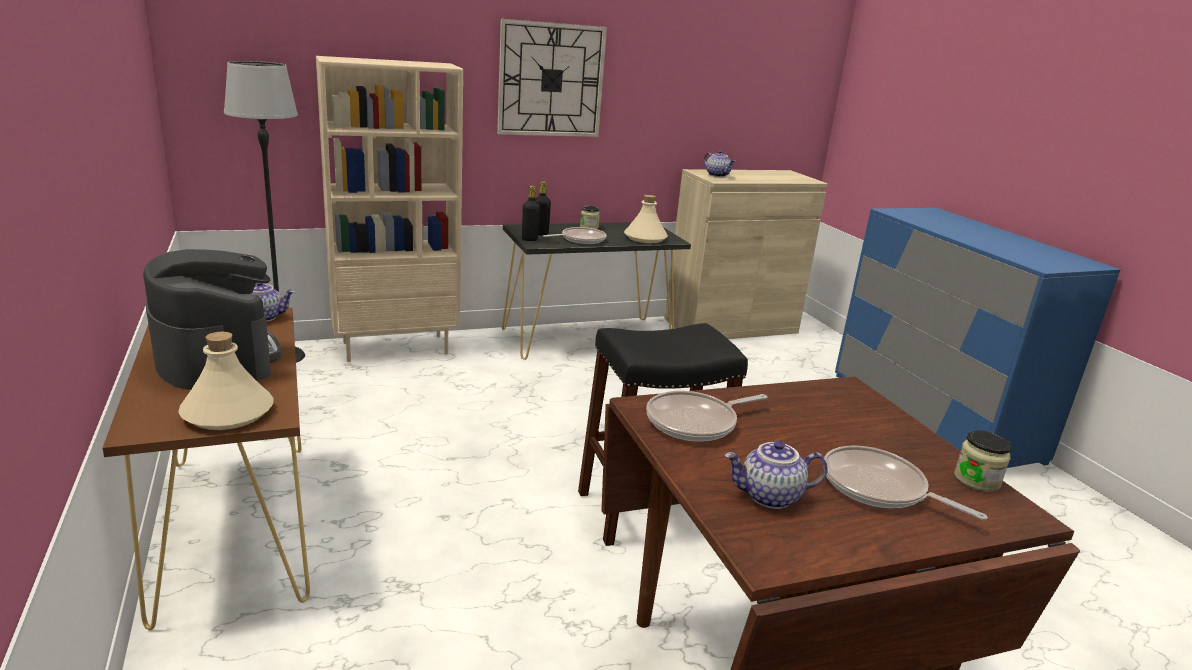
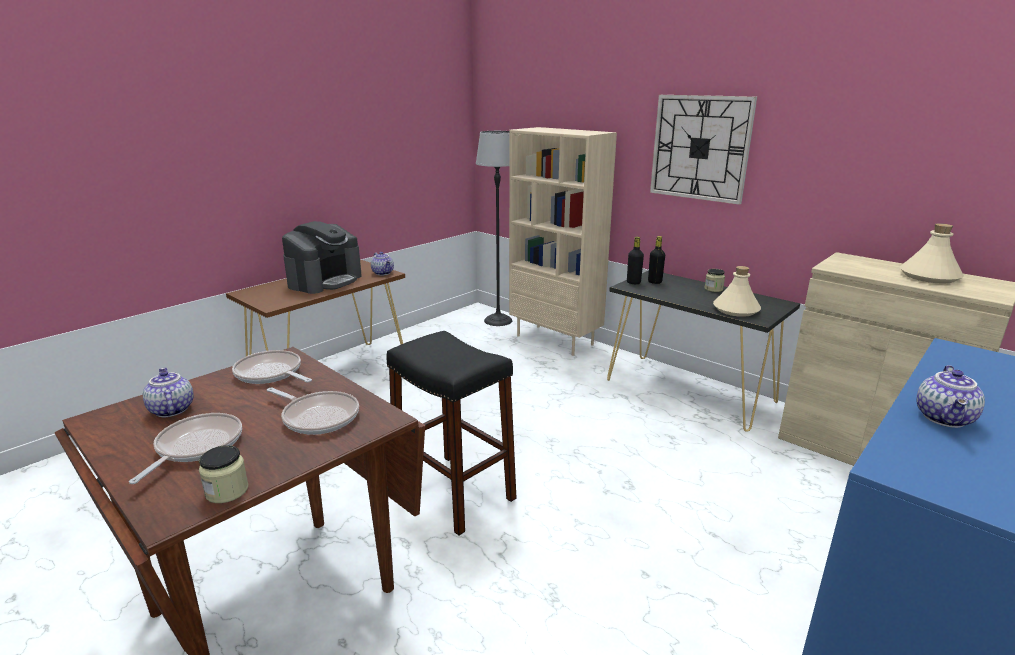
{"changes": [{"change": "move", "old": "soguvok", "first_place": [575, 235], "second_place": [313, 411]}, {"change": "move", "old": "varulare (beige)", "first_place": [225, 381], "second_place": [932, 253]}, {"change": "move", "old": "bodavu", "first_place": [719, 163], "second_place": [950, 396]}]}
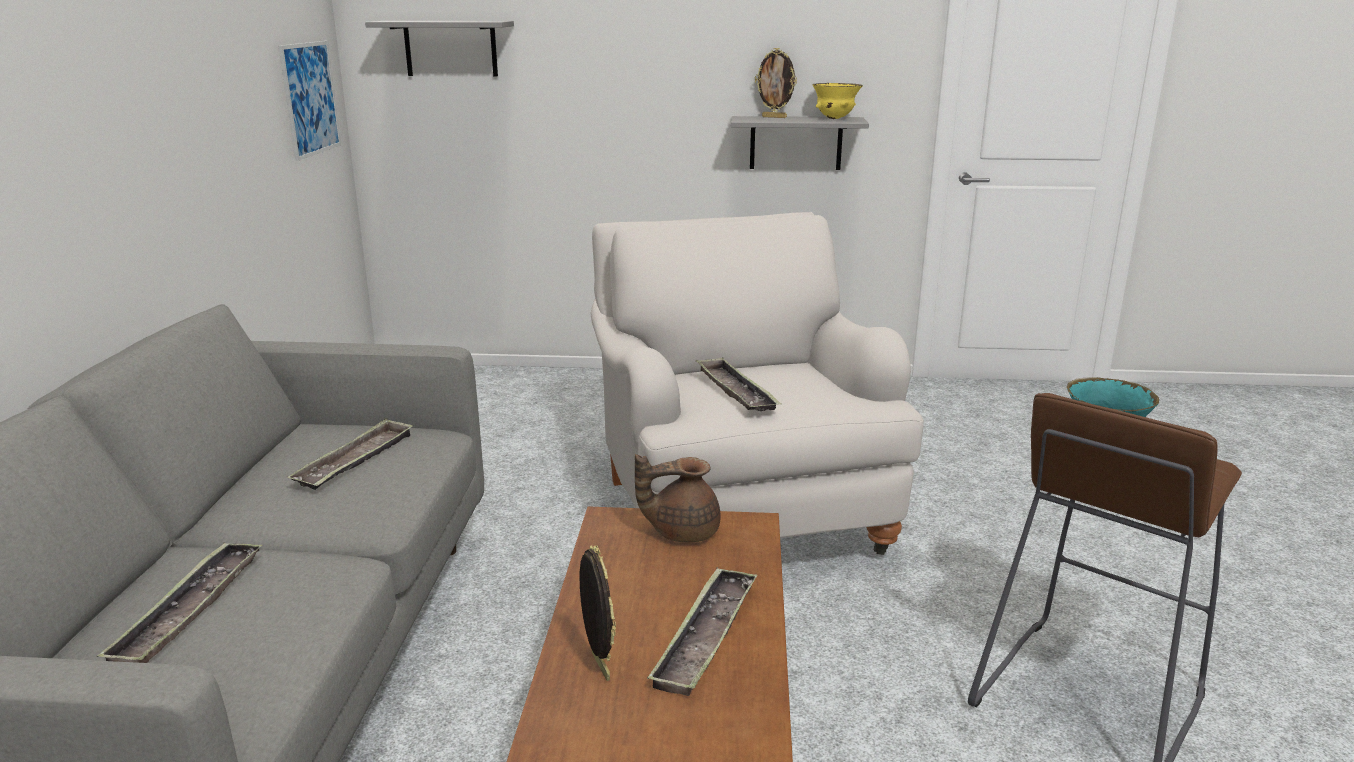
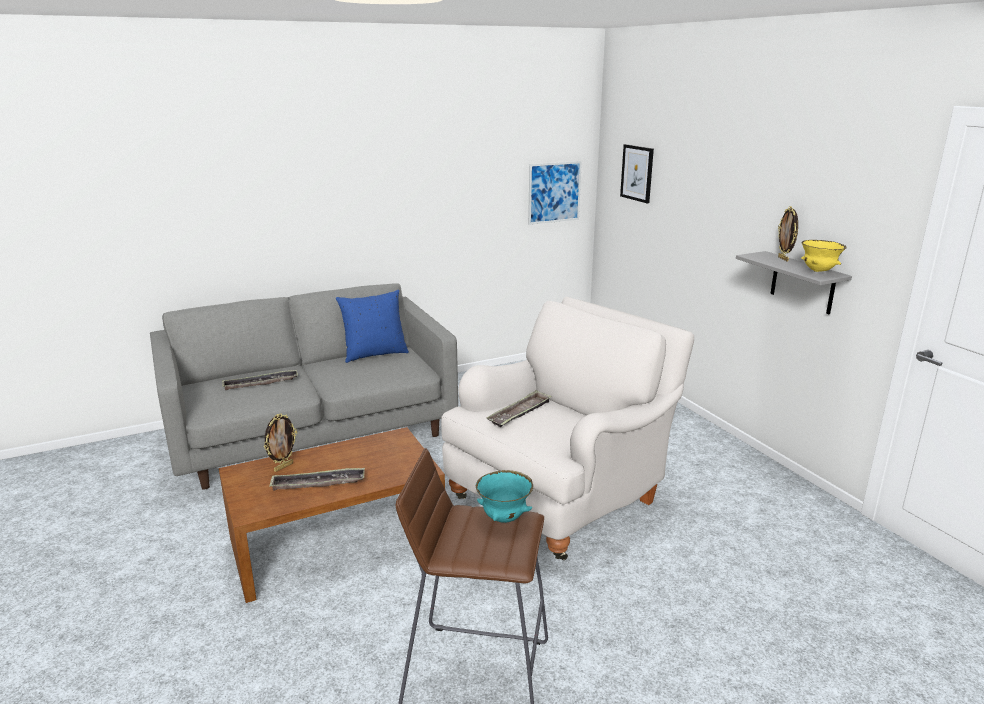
{"changes": [{"change": "insert", "new": "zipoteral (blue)", "second_place": [372, 326]}, {"change": "replace", "old": "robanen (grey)", "new": "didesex", "first_place": [439, 48], "second_place": [637, 173]}, {"change": "delete", "old": "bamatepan", "first_place": [350, 454]}, {"change": "delete", "old": "bodavu (brown)", "first_place": [678, 498]}]}
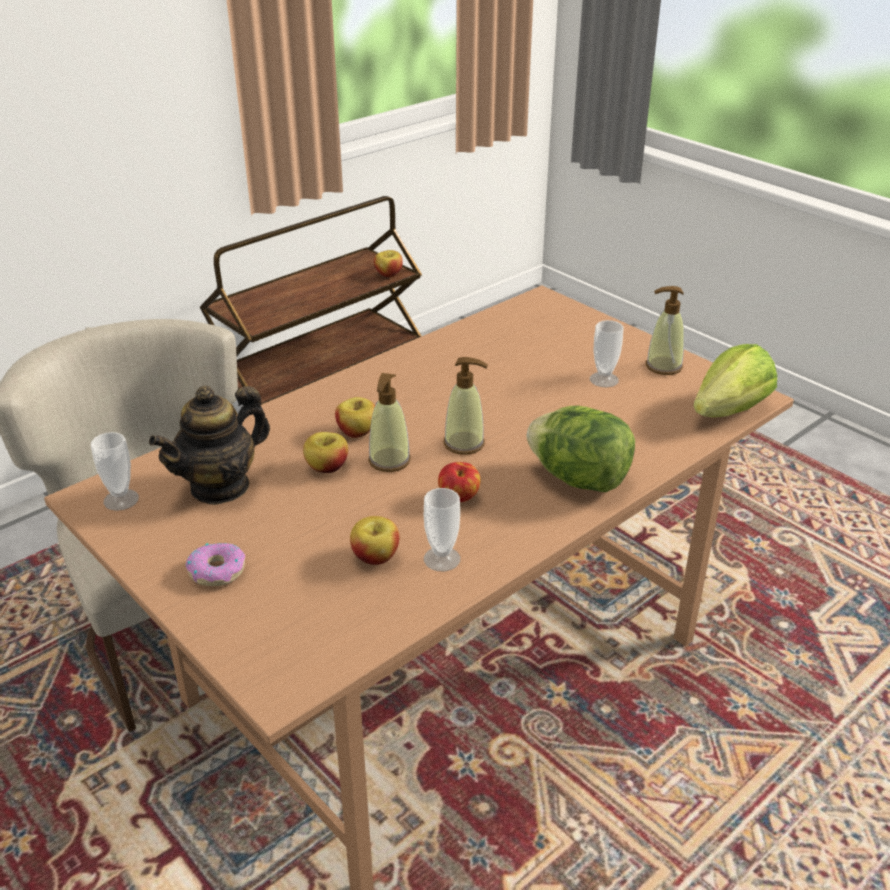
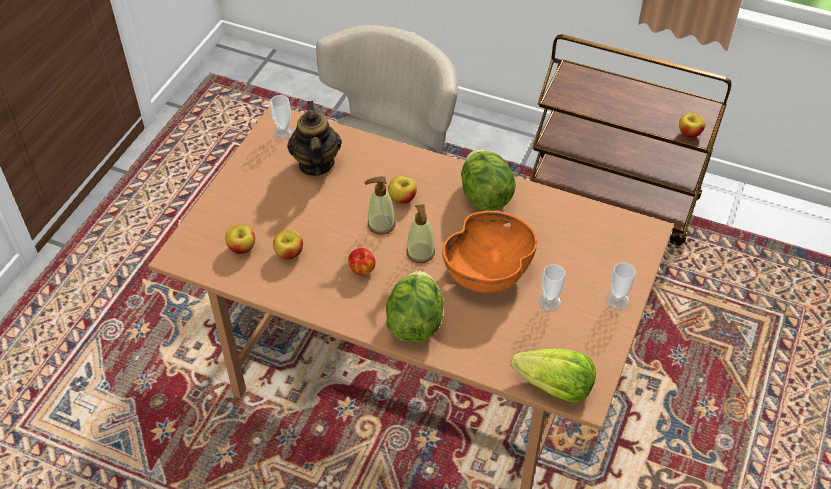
{"changes": [{"change": "move", "old": "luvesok", "first_place": [325, 452], "second_place": [240, 239]}, {"change": "rotate", "old": "bodavu", "first_place": [209, 445], "second_place": [314, 138], "degrees": 60}, {"change": "insert", "new": "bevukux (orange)", "second_place": [489, 252]}, {"change": "insert", "new": "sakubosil", "second_place": [488, 180]}, {"change": "move", "old": "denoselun", "first_place": [442, 529], "second_place": [621, 286]}, {"change": "delete", "old": "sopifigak", "first_place": [215, 564]}, {"change": "delete", "old": "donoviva", "first_place": [665, 330]}]}
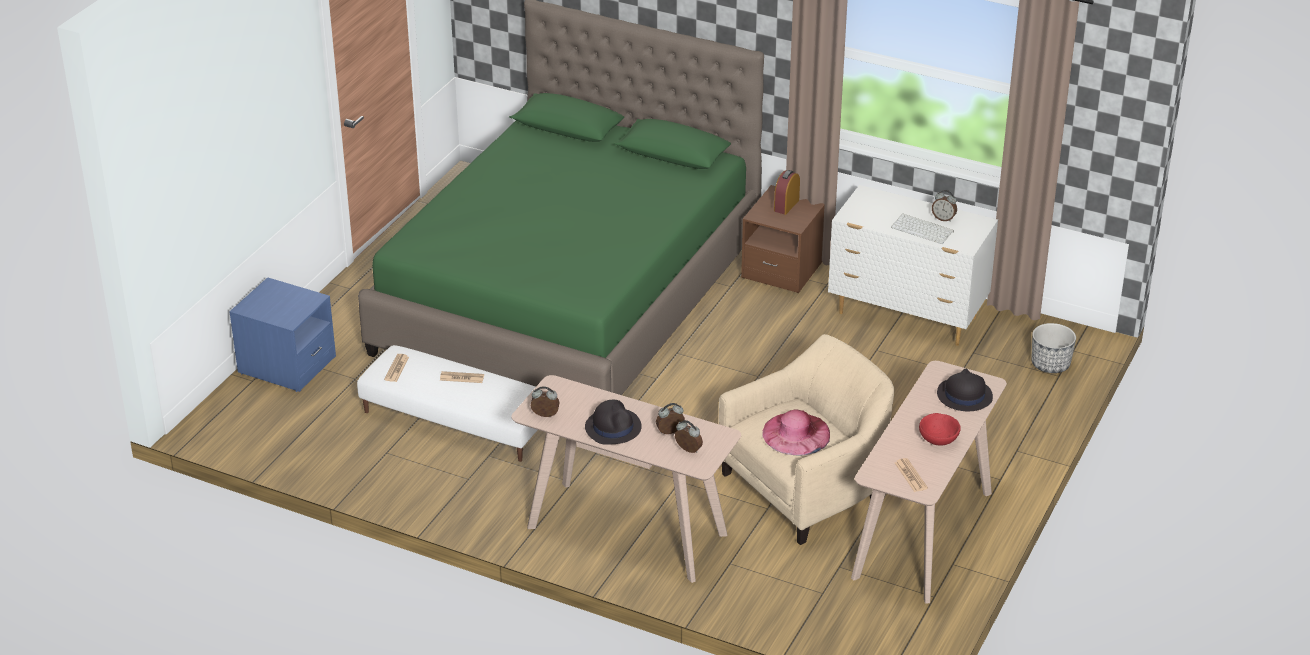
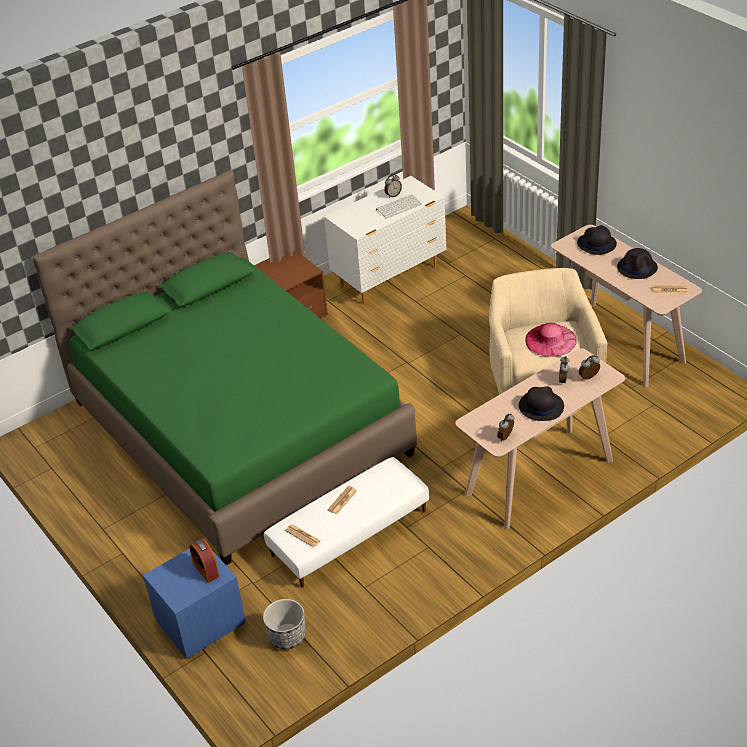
{"changes": [{"change": "move", "old": "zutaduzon", "first_place": [787, 192], "second_place": [204, 560]}, {"change": "move", "old": "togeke", "first_place": [1053, 348], "second_place": [284, 624]}, {"change": "replace", "old": "bevukux (red)", "new": "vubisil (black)", "first_place": [940, 429], "second_place": [637, 263]}]}
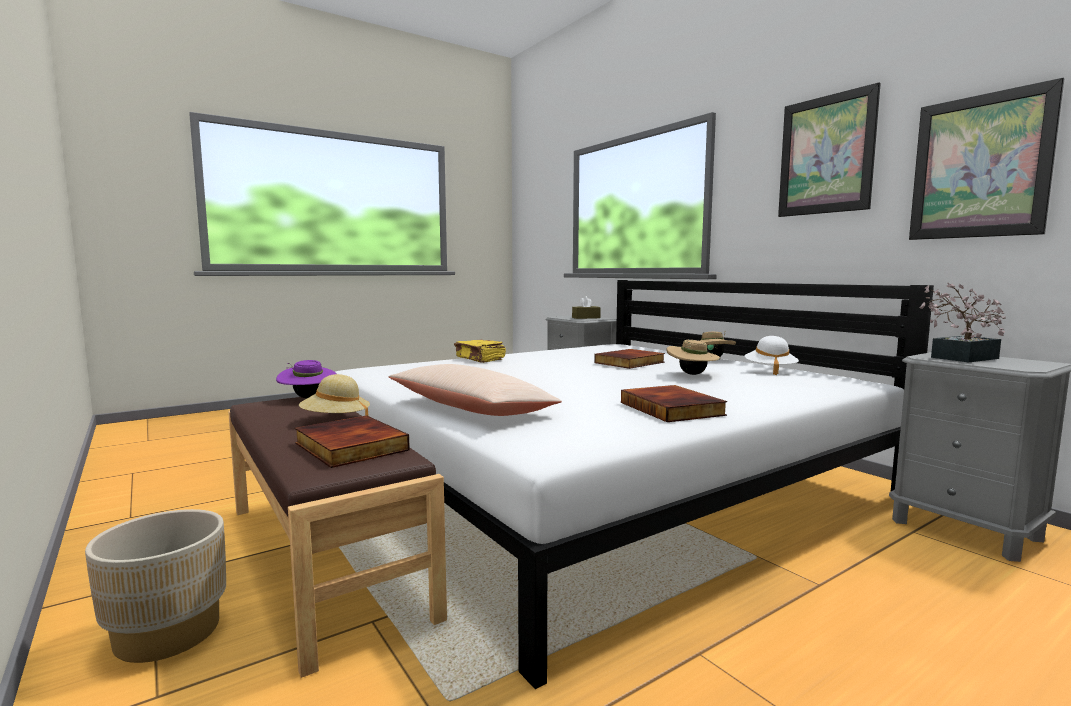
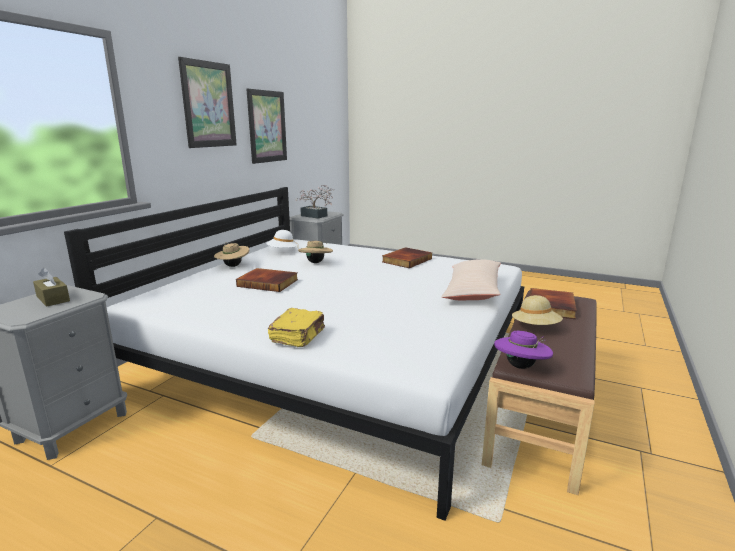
{"changes": [{"change": "delete", "old": "togeke (beige)", "first_place": [155, 586]}]}
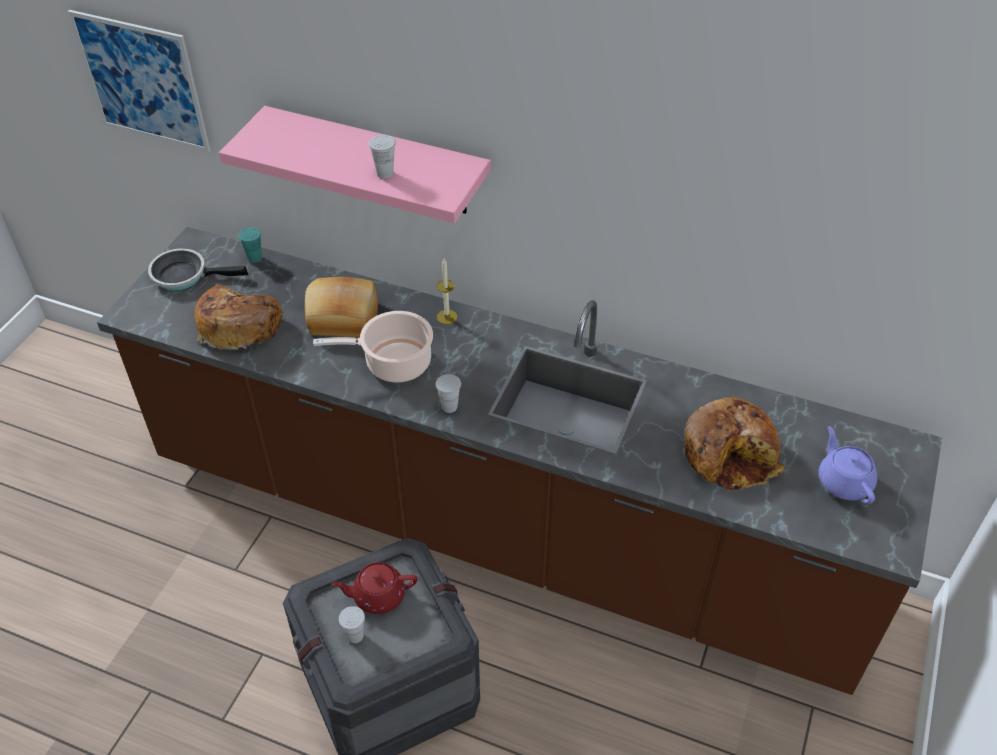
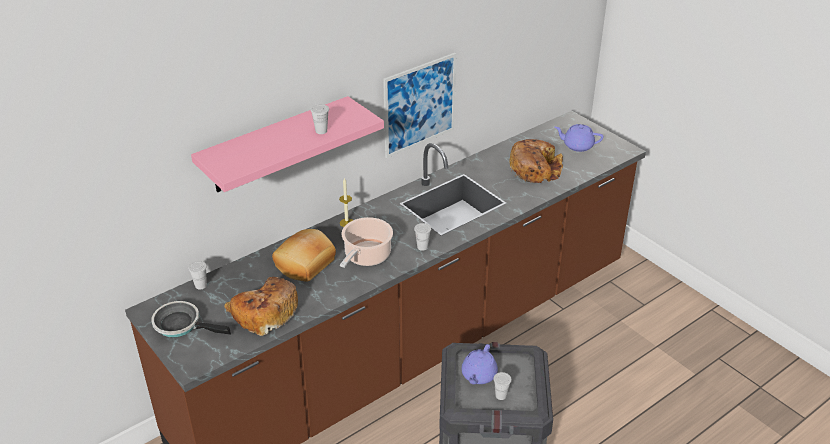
{"changes": [{"change": "rotate", "old": "soguvok", "first_place": [198, 269], "second_place": [191, 319], "degrees": 75}, {"change": "recolor", "old": "denoselun (turquoise)", "new": "denoselun (white)", "first_place": [250, 245], "second_place": [197, 275]}, {"change": "move", "old": "didesex", "first_place": [139, 81], "second_place": [419, 105]}, {"change": "recolor", "old": "bodavu (red)", "new": "bodavu (purple)", "first_place": [374, 588], "second_place": [479, 364]}]}
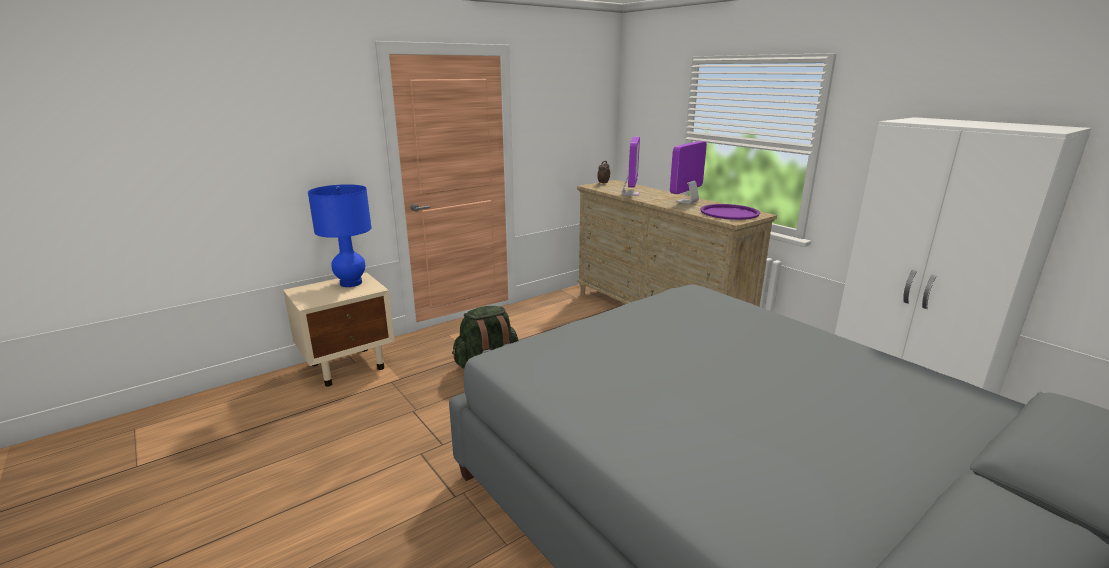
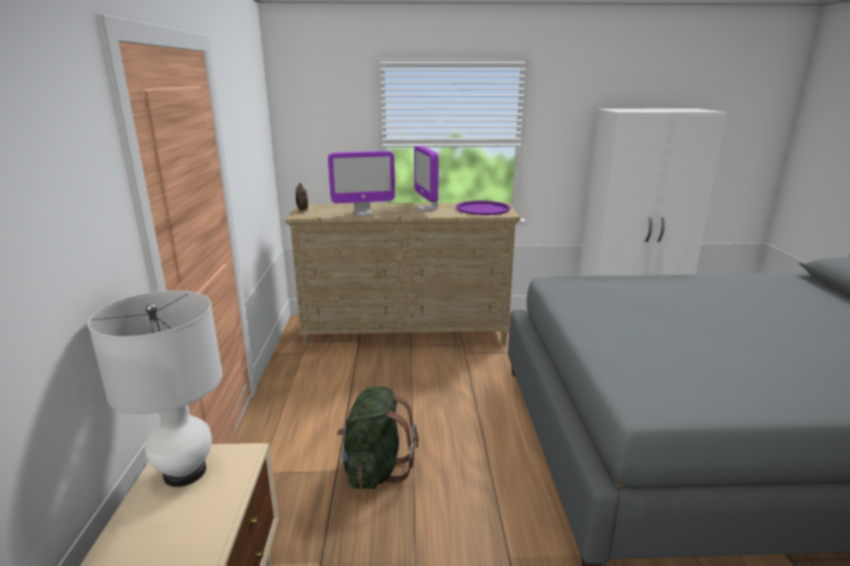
{"changes": [{"change": "recolor", "old": "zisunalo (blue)", "new": "zisunalo (white)", "first_place": [340, 235], "second_place": [155, 388]}, {"change": "rotate", "old": "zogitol", "first_place": [631, 166], "second_place": [361, 183], "degrees": 120}]}
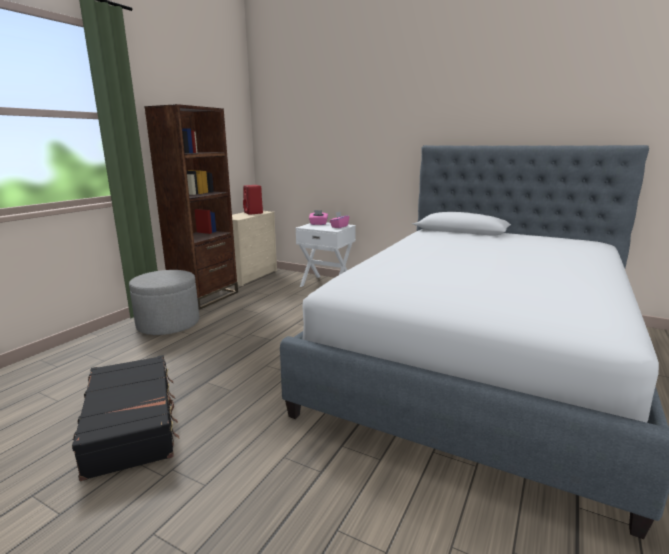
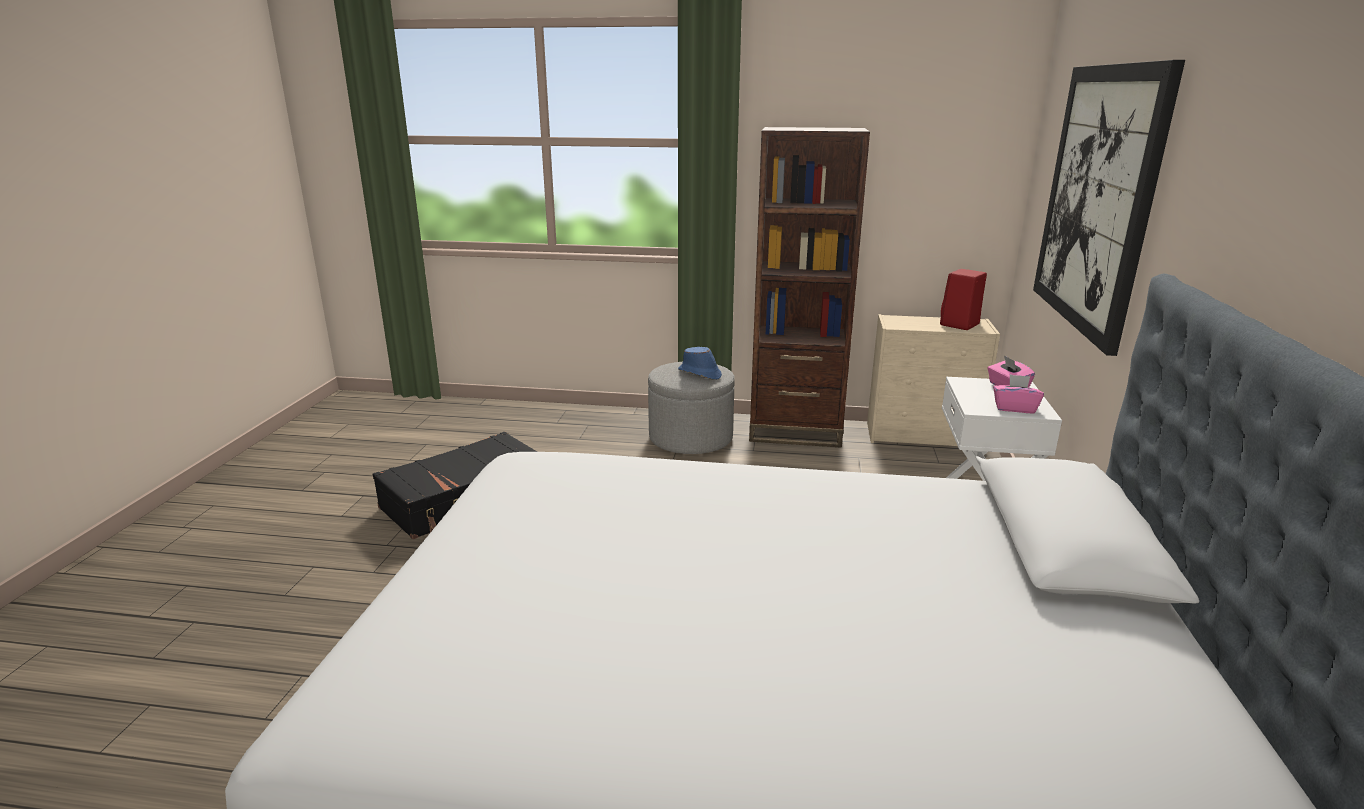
{"changes": [{"change": "insert", "new": "vubisil (blue)", "second_place": [700, 363]}, {"change": "insert", "new": "didesex", "second_place": [1109, 208]}]}
